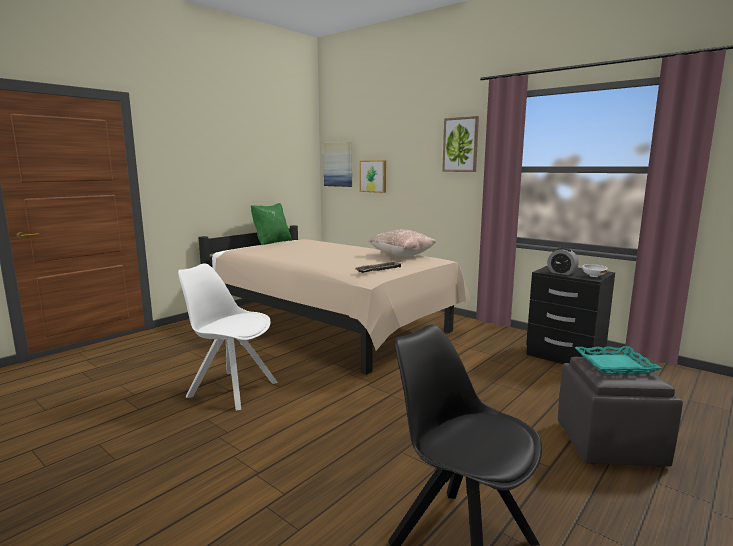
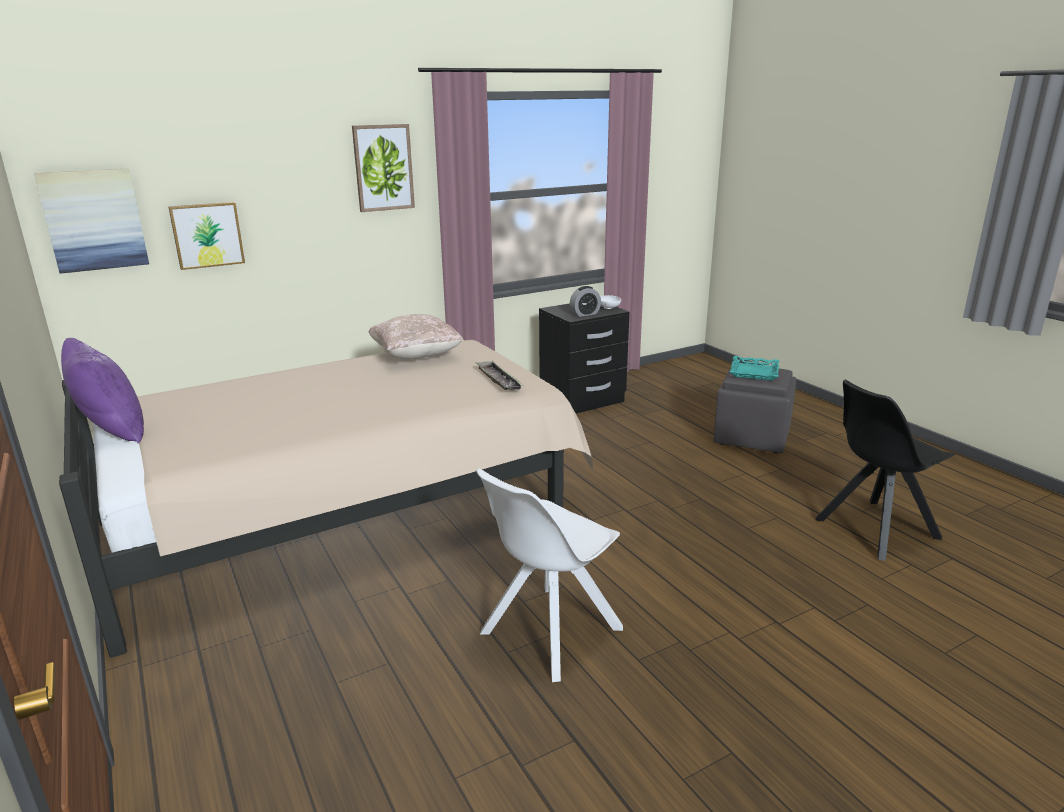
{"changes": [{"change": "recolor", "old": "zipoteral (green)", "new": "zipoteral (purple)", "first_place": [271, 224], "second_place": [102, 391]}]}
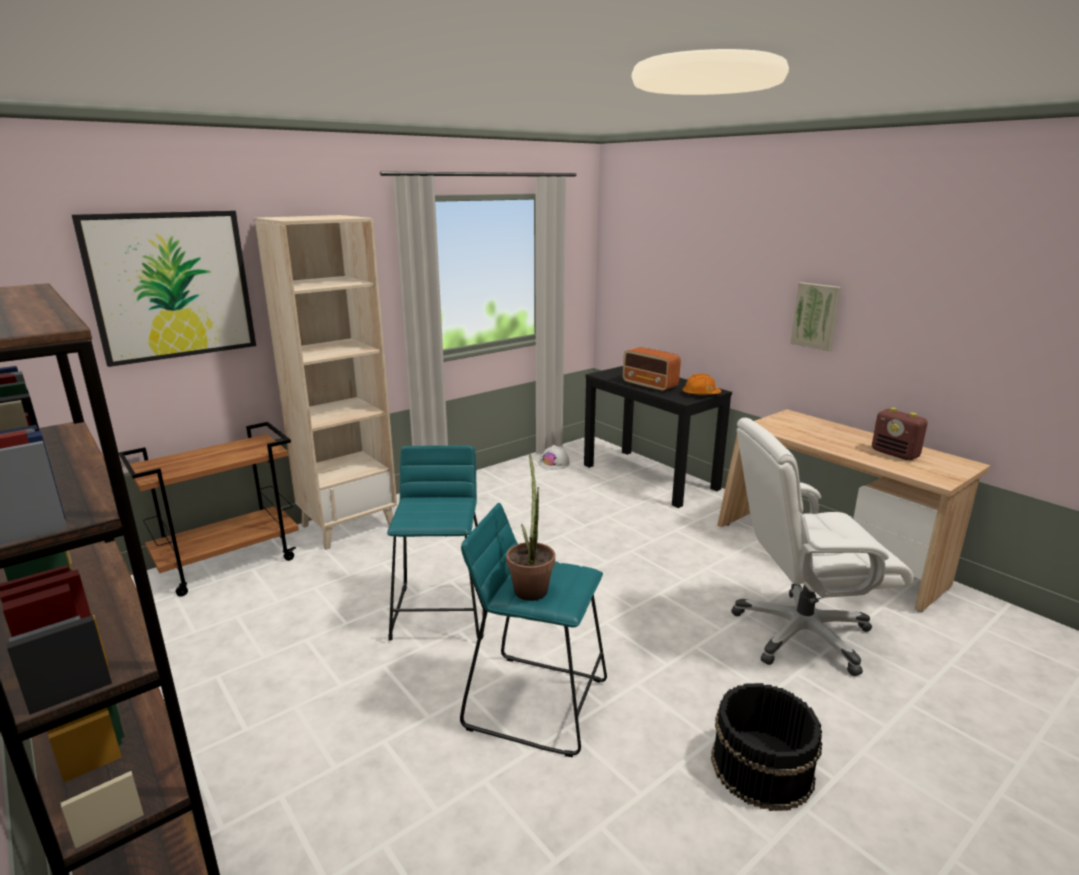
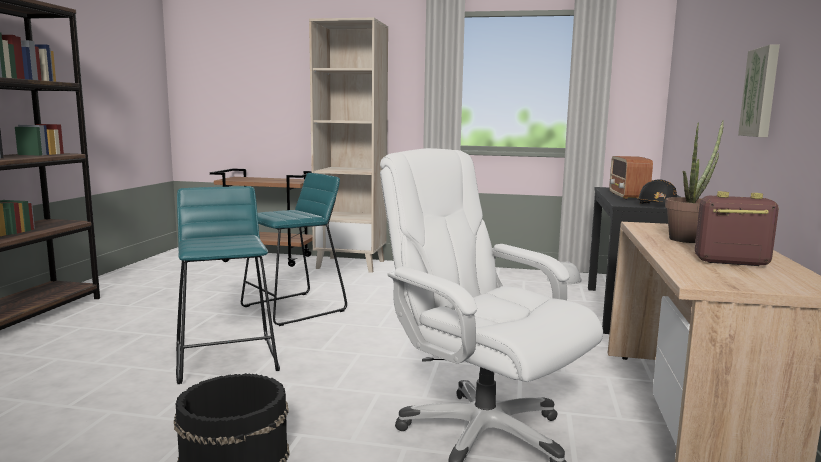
{"changes": [{"change": "recolor", "old": "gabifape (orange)", "new": "gabifape (black)", "first_place": [702, 384], "second_place": [656, 191]}, {"change": "move", "old": "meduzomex", "first_place": [530, 527], "second_place": [694, 181]}, {"change": "rotate", "old": "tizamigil", "first_place": [900, 433], "second_place": [737, 228], "degrees": 90}, {"change": "delete", "old": "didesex", "first_place": [164, 289]}]}
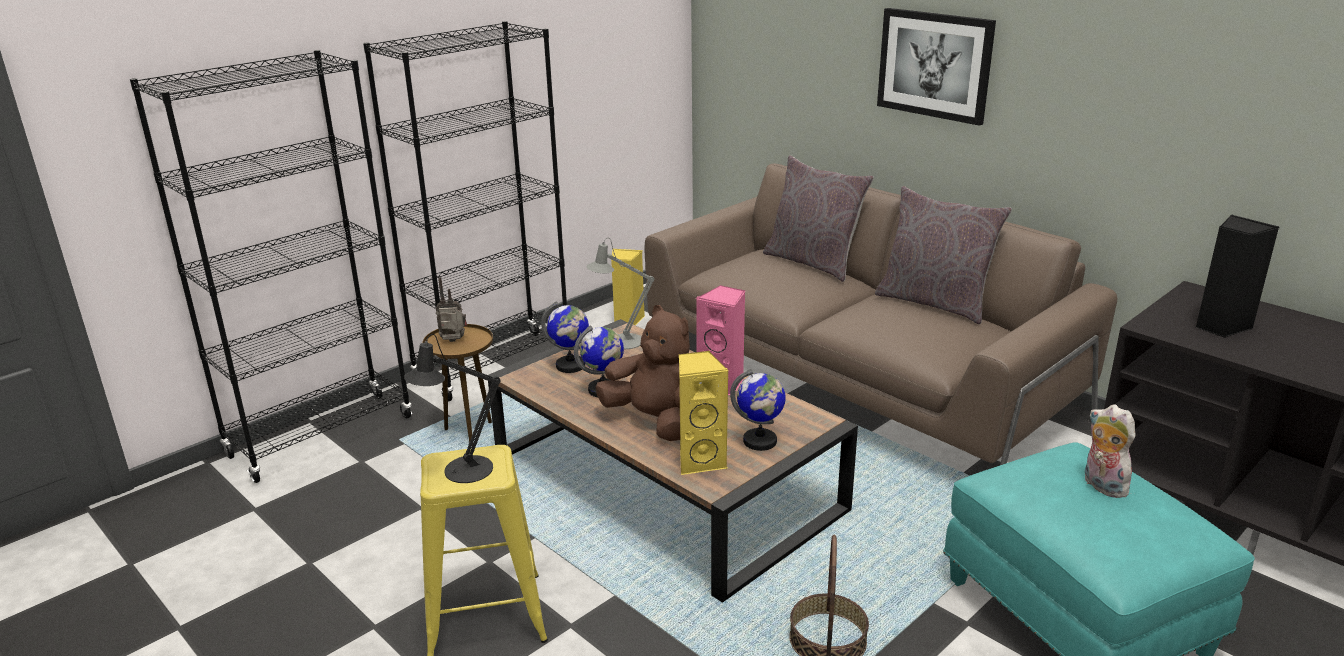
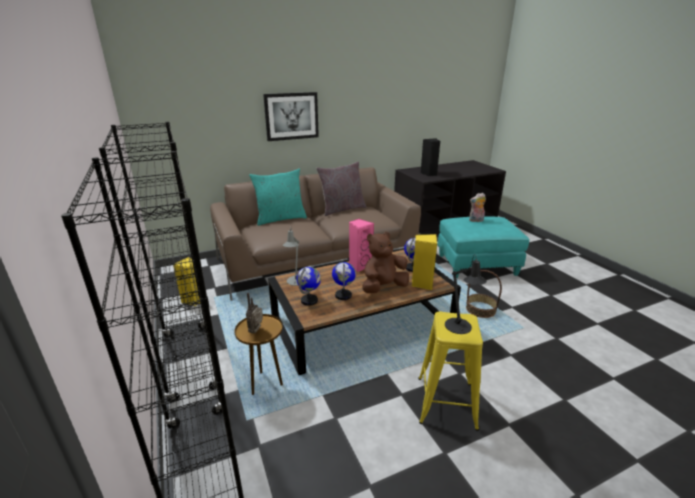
{"changes": [{"change": "recolor", "old": "zipoteral (grey)", "new": "zipoteral (turquoise)", "first_place": [818, 218], "second_place": [278, 197]}]}
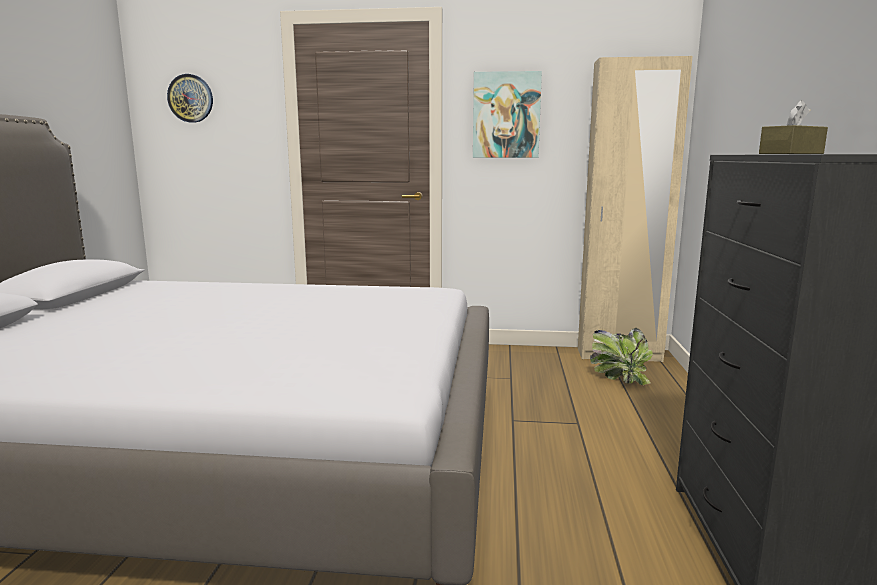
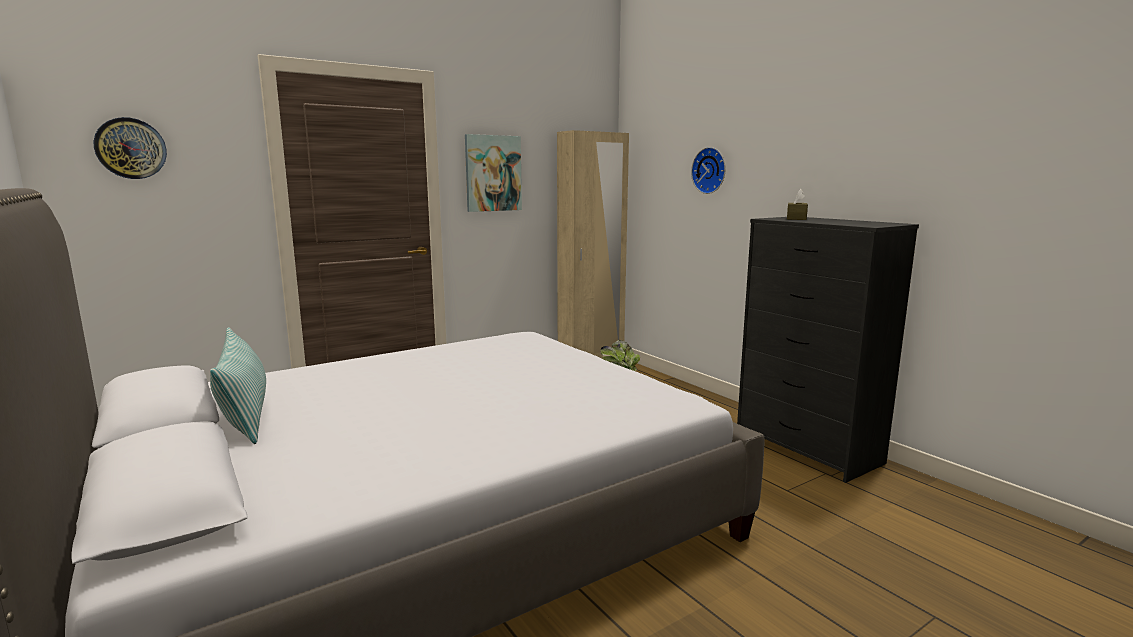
{"changes": [{"change": "insert", "new": "zipoteral", "second_place": [238, 385]}, {"change": "insert", "new": "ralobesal", "second_place": [708, 170]}]}
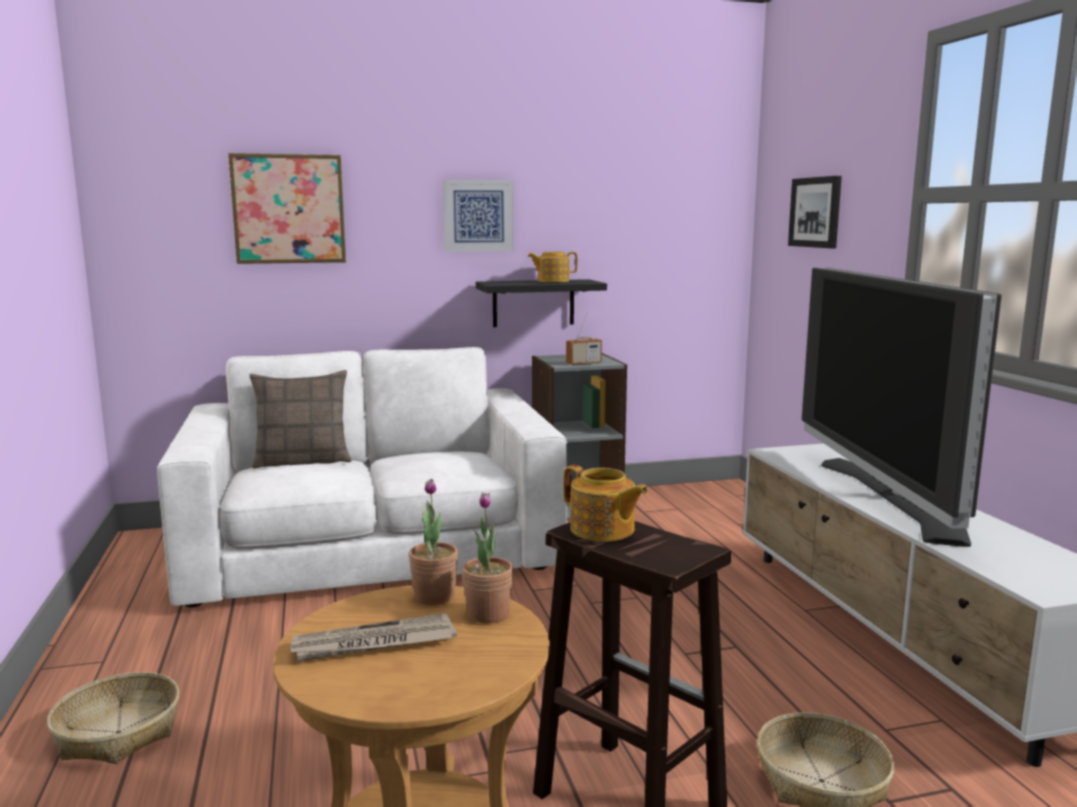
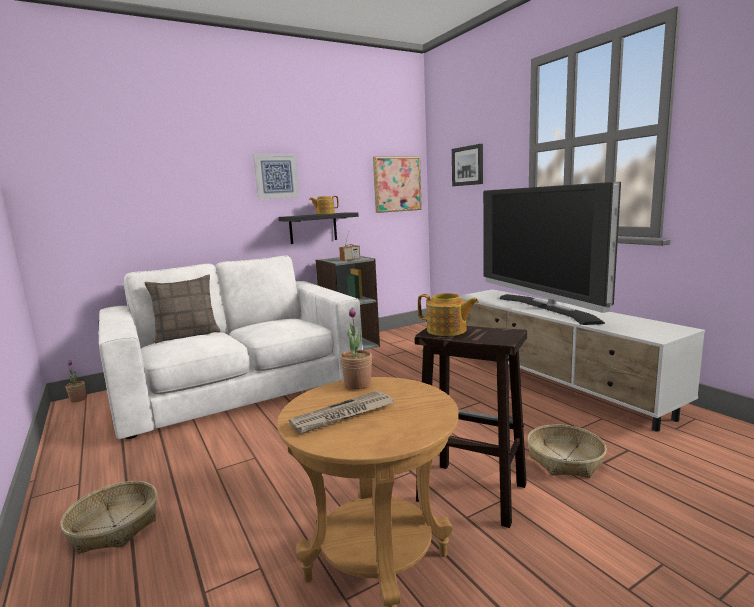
{"changes": [{"change": "move", "old": "meduzomex", "first_place": [487, 557], "second_place": [75, 381]}, {"change": "move", "old": "didesex", "first_place": [287, 208], "second_place": [397, 185]}]}
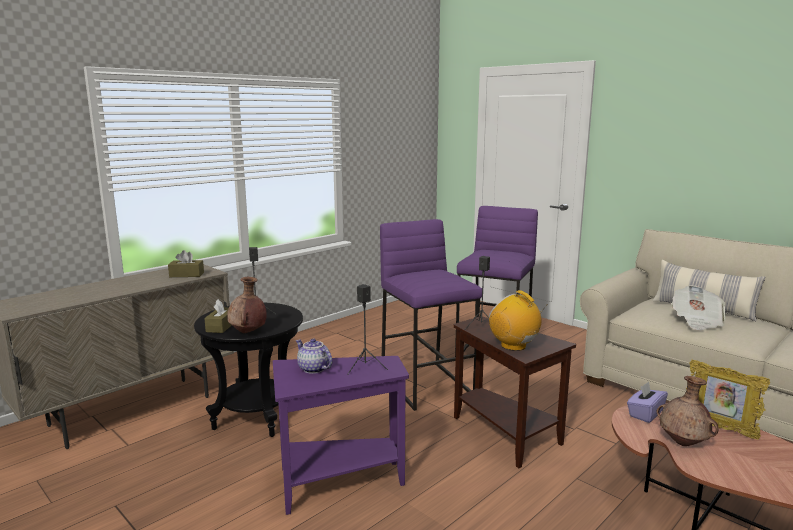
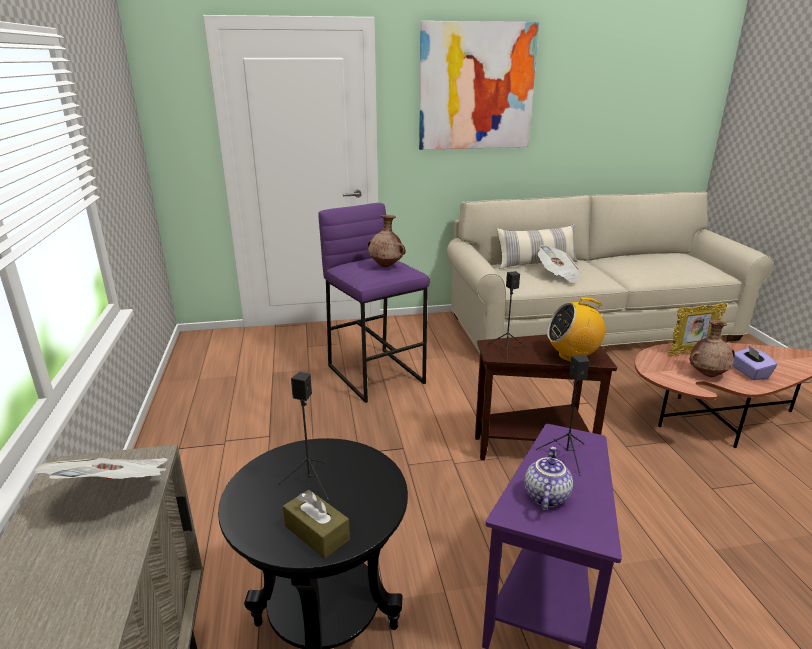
{"changes": [{"change": "replace", "old": "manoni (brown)", "new": "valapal", "first_place": [186, 263], "second_place": [101, 468]}, {"change": "move", "old": "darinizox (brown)", "first_place": [247, 305], "second_place": [386, 241]}, {"change": "insert", "new": "didesex", "second_place": [479, 85]}, {"change": "rotate", "old": "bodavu", "first_place": [314, 356], "second_place": [548, 478], "degrees": 120}, {"change": "move", "old": "manoni (purple)", "first_place": [647, 402], "second_place": [755, 363]}, {"change": "delete", "old": "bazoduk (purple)", "first_place": [431, 315]}]}
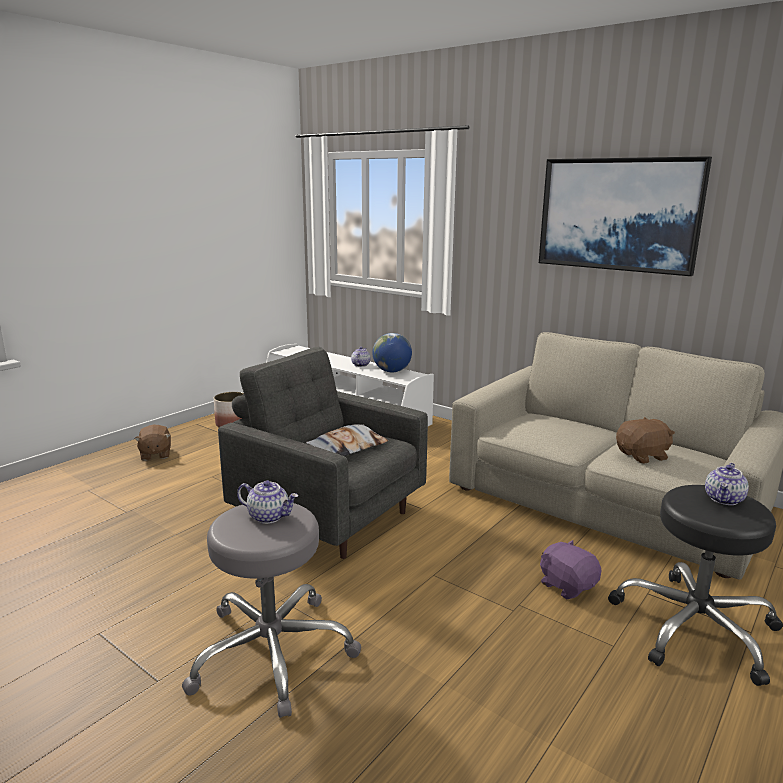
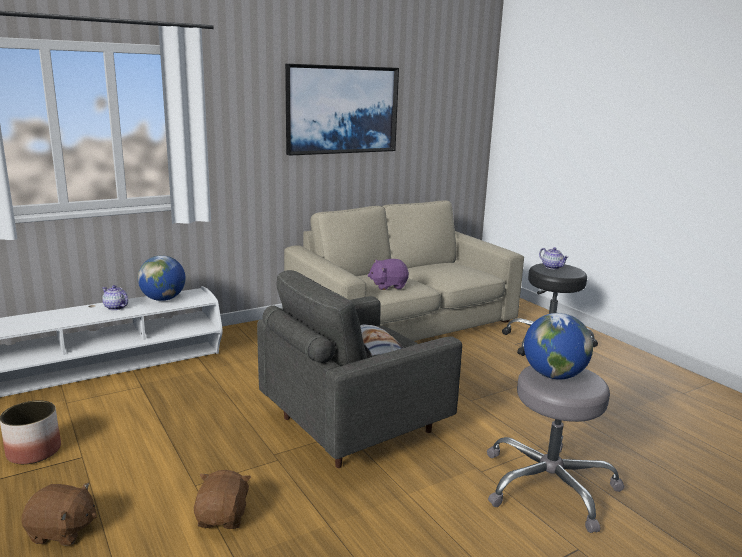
{"changes": [{"change": "move", "old": "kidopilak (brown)", "first_place": [645, 440], "second_place": [222, 499]}, {"change": "move", "old": "kidopilak (purple)", "first_place": [570, 569], "second_place": [388, 274]}, {"change": "replace", "old": "bodavu", "new": "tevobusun", "first_place": [267, 502], "second_place": [558, 346]}]}
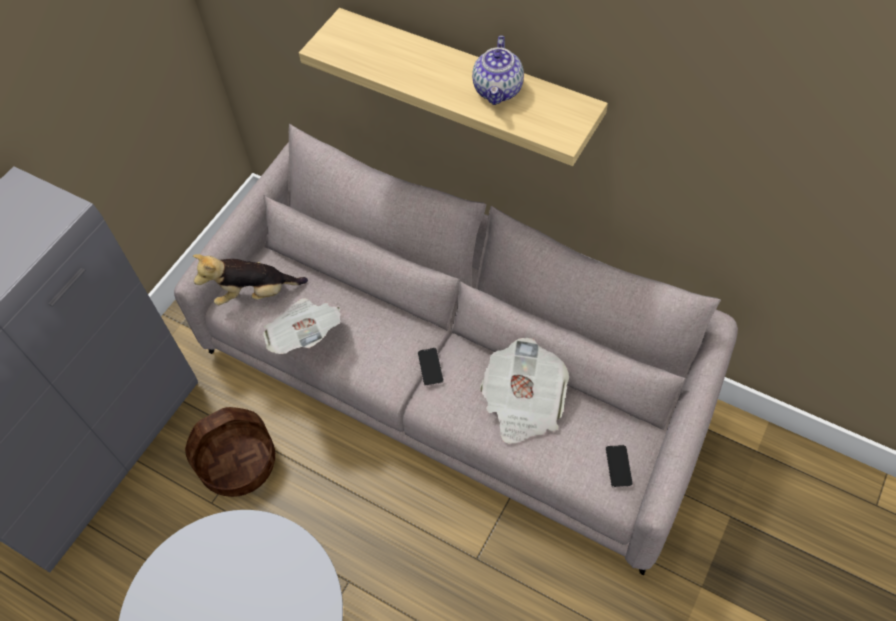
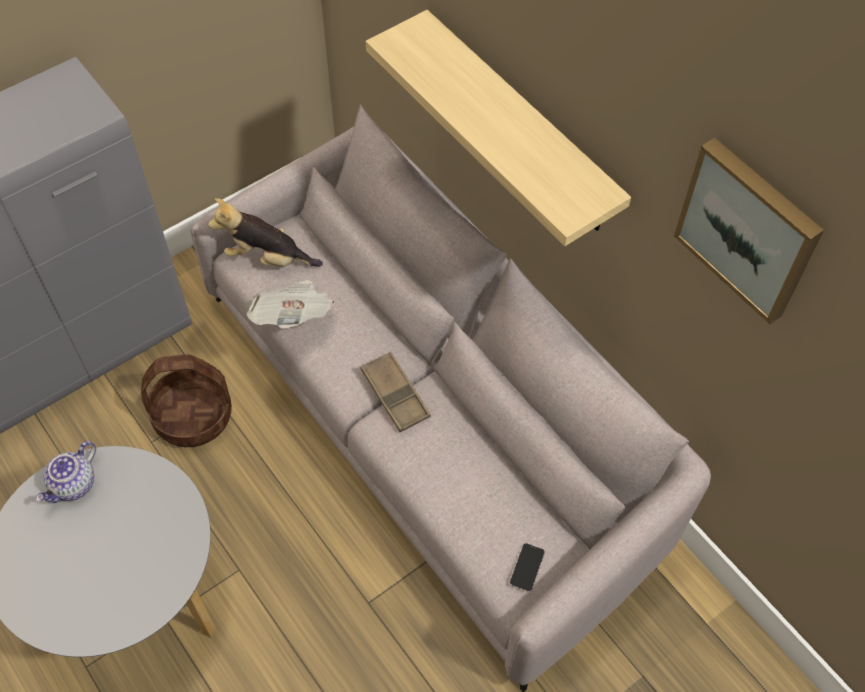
{"changes": [{"change": "move", "old": "bodavu", "first_place": [498, 70], "second_place": [66, 472]}, {"change": "replace", "old": "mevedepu", "new": "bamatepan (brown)", "first_place": [431, 367], "second_place": [396, 392]}, {"change": "insert", "new": "didesex", "second_place": [749, 231]}, {"change": "delete", "old": "valapal", "first_place": [524, 391]}]}
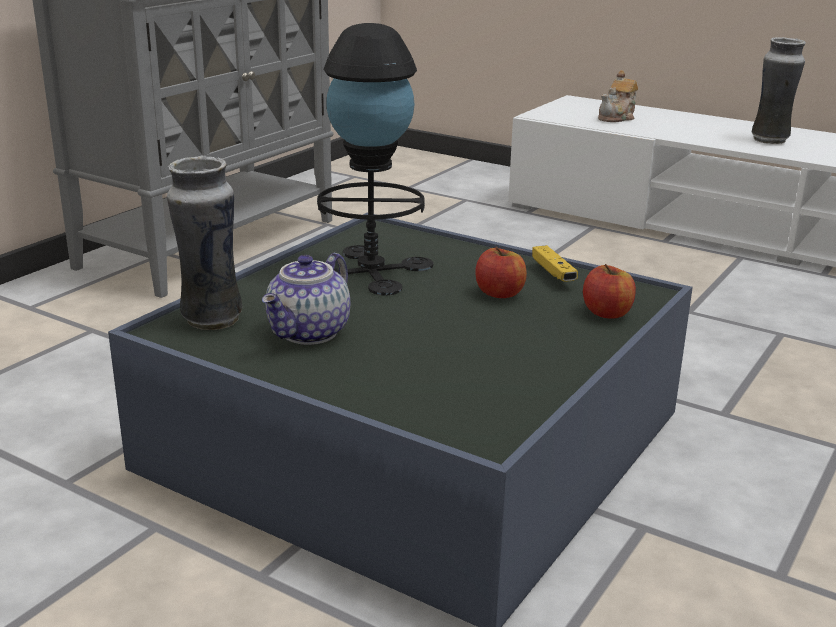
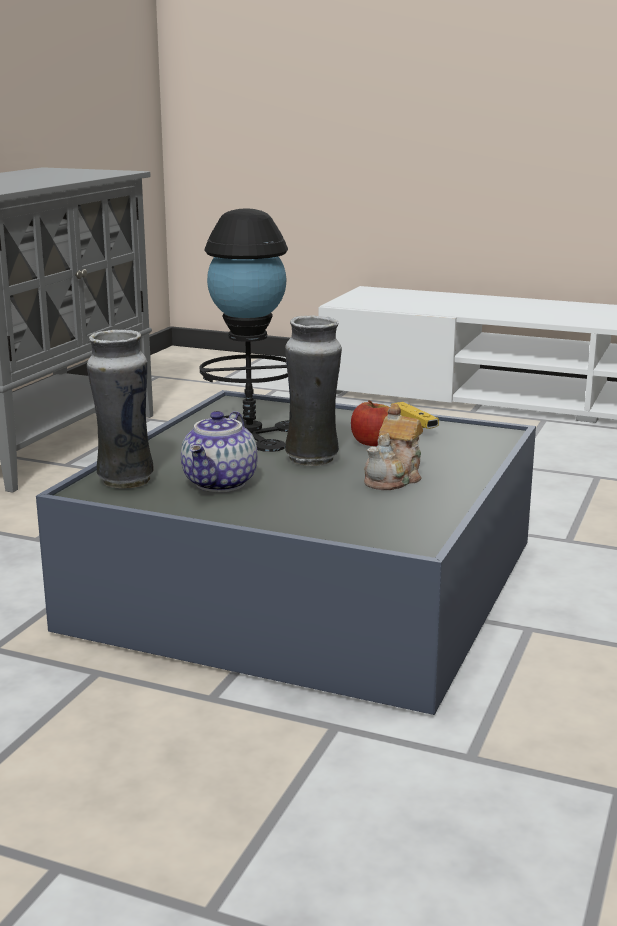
{"changes": [{"change": "move", "old": "darinizox", "first_place": [779, 90], "second_place": [313, 390]}, {"change": "move", "old": "bodavu", "first_place": [618, 96], "second_place": [393, 447]}, {"change": "delete", "old": "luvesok", "first_place": [609, 291]}]}
